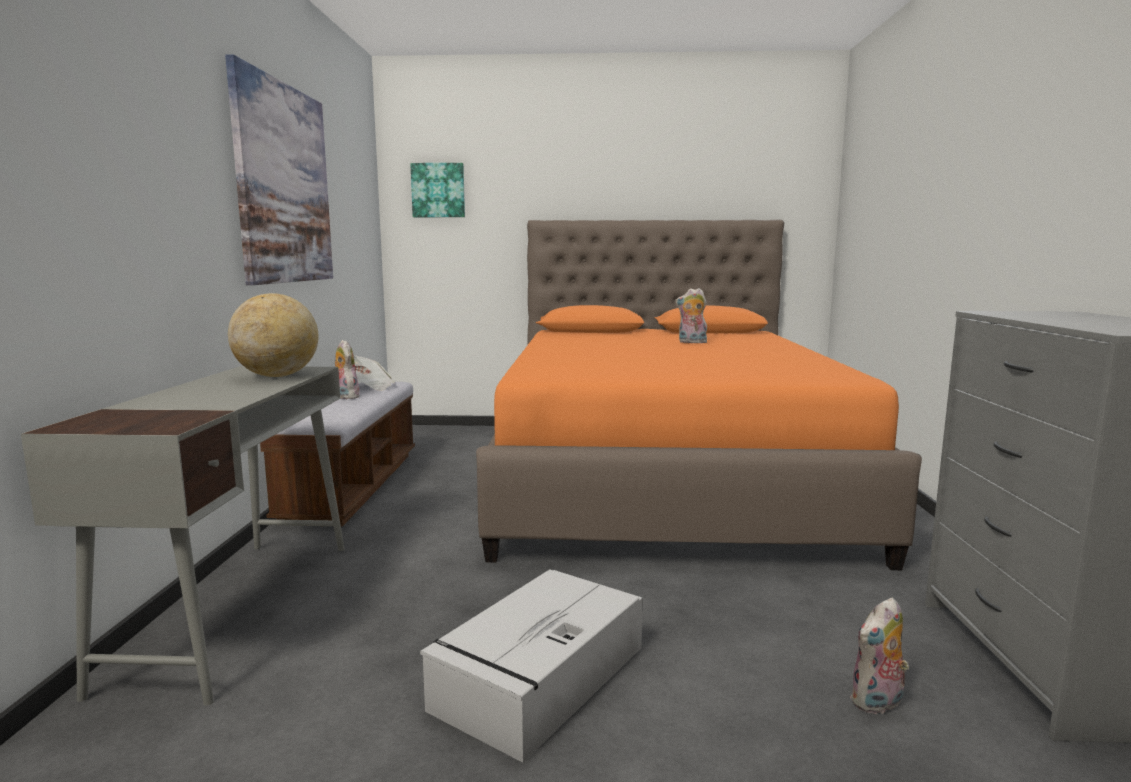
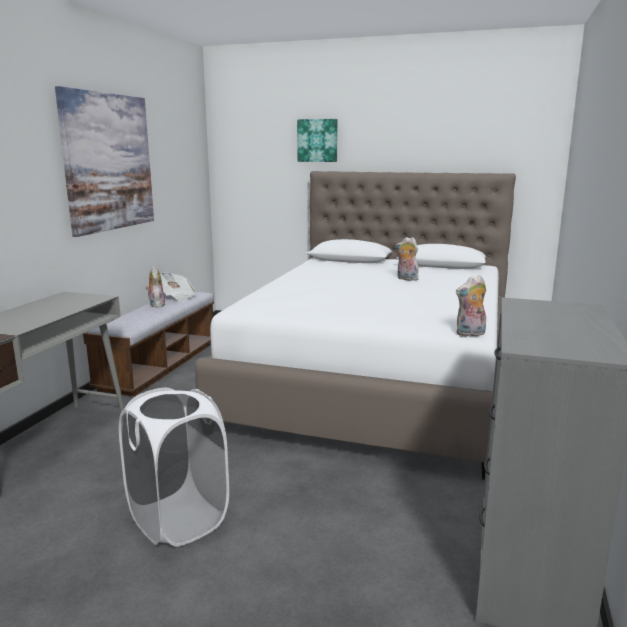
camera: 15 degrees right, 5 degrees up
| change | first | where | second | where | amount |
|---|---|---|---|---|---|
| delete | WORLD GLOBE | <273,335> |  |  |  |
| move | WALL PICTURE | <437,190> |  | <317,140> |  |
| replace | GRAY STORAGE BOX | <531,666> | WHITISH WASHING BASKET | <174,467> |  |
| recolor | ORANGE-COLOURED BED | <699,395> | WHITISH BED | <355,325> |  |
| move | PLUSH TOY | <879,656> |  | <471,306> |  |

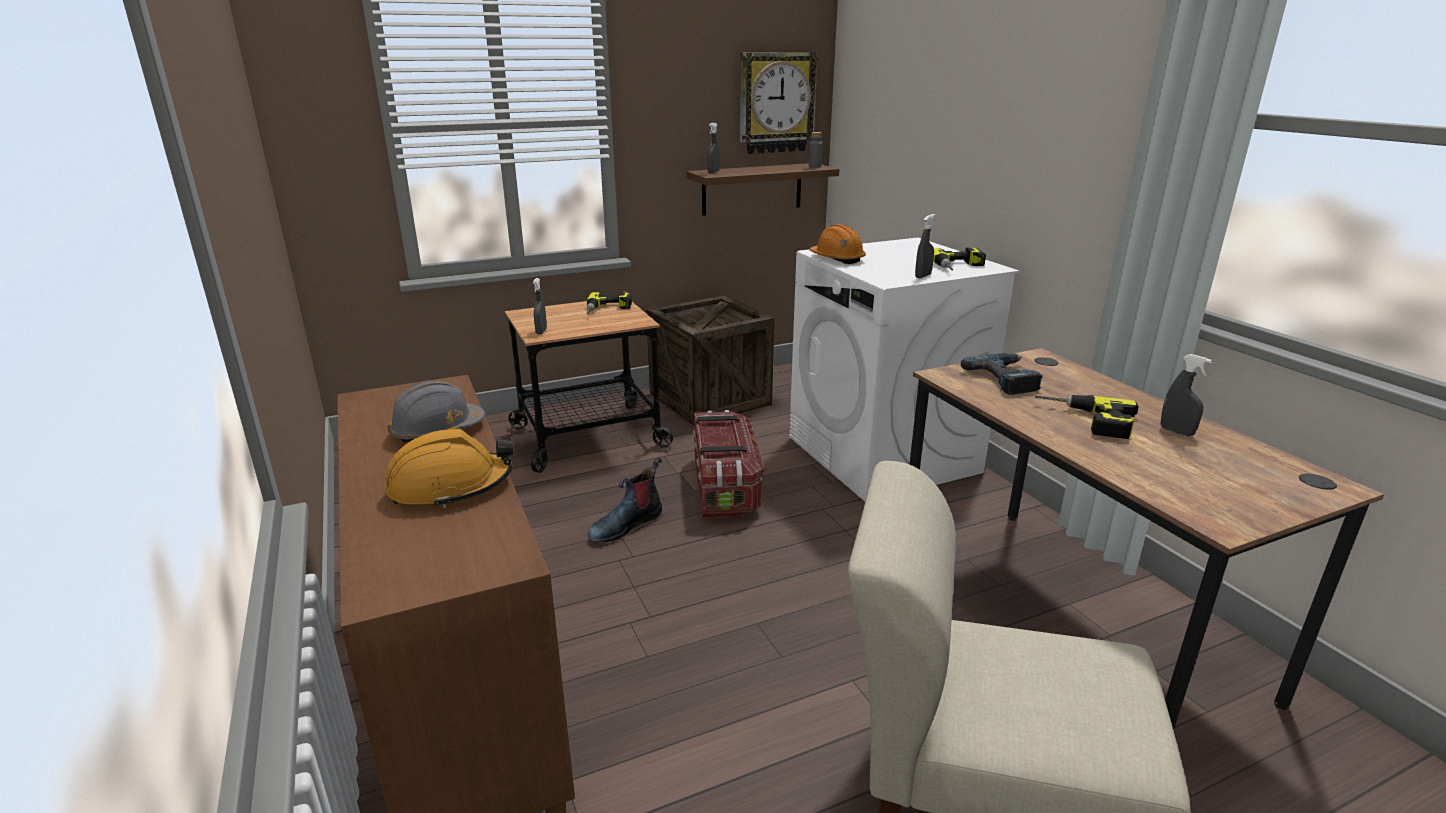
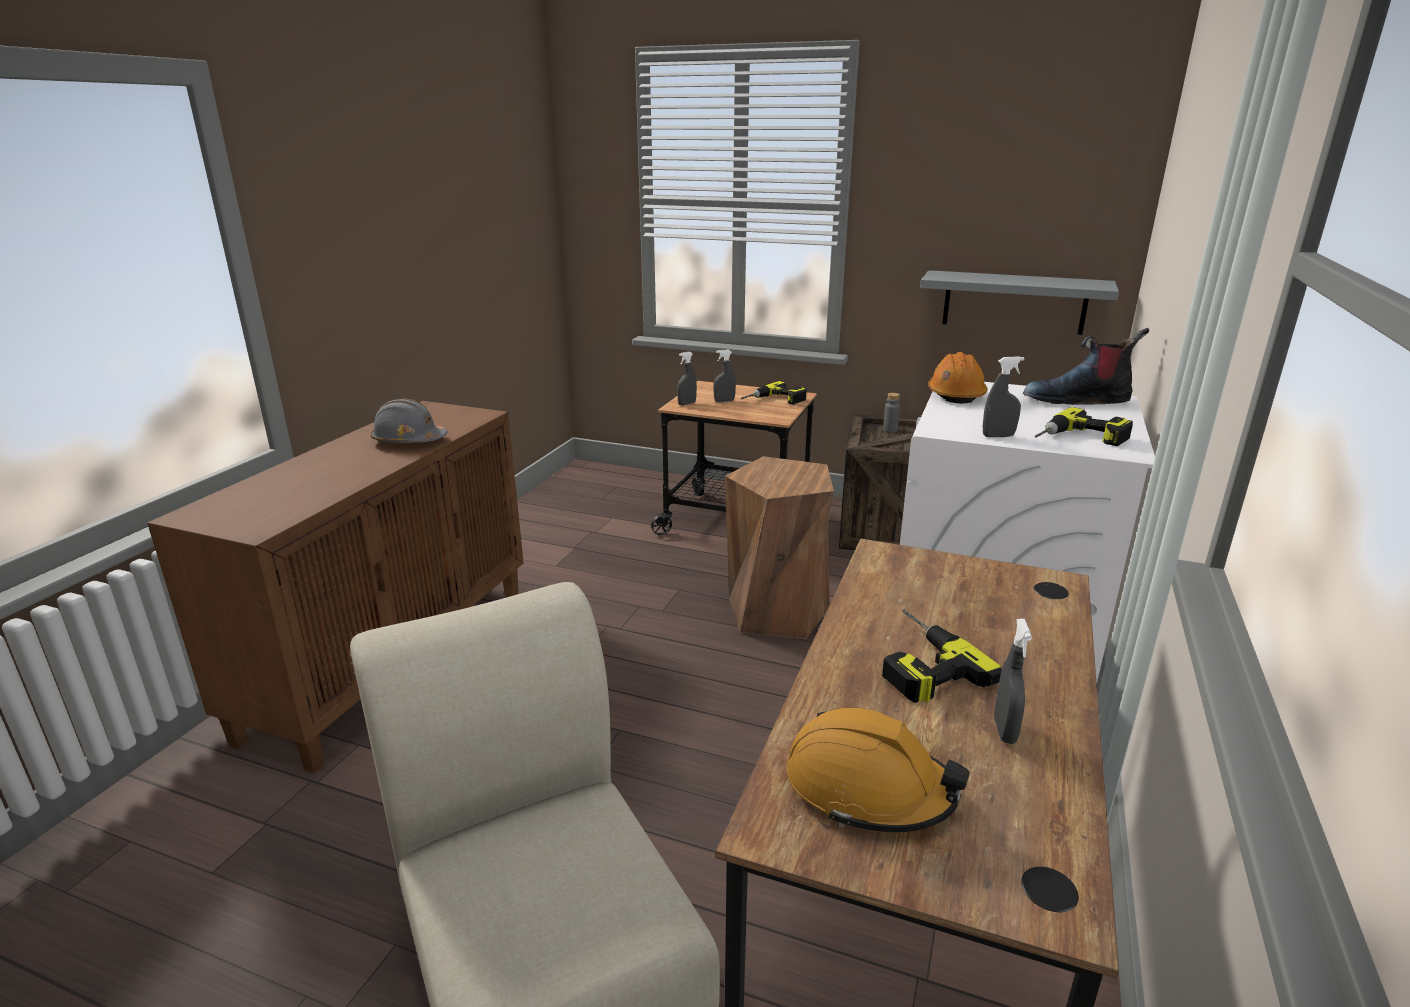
camera: 45 degrees right, 0 degrees up
| change | first | where | second | where | amount |
|---|---|---|---|---|---|
| move | ORANGE-COLOURED WORK HELMET | <449,468> |  | <878,770> |  |
| move | HIGH-TOP BOOT | <625,499> |  | <1086,366> |  |
| recolor | BROWNISH BRACKET SHELF | <762,189> | GRAY BRACKET SHELF | <1019,302> |  |
| replace | STORAGE BOX | <728,464> | BROWNISH STOOL SEAT | <779,547> |  |
| move | GRAY SPRAYER | <713,148> |  | <724,376> |  |
| delete | HANGING CLOCK | <779,103> |  |  |  |
| move | GRAY BOTTLE | <816,150> |  | <891,413> |  |
| delete | ELECTRIC DRILL | <1002,374> |  |  |  |

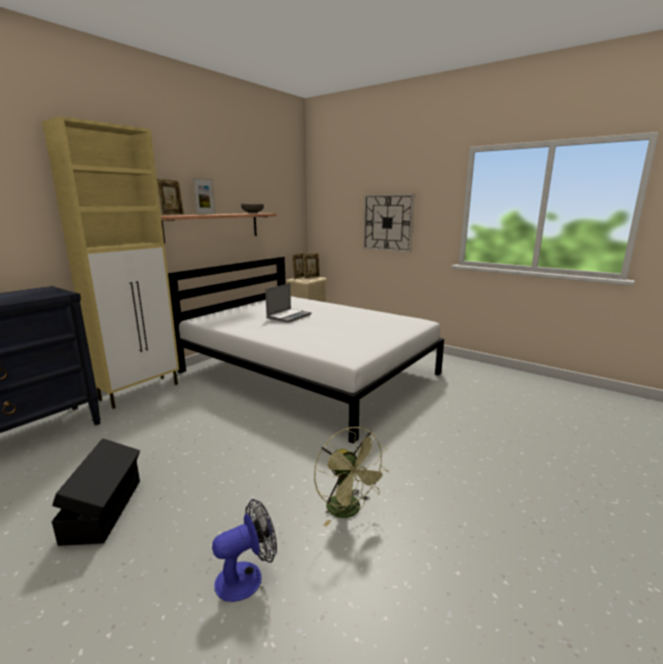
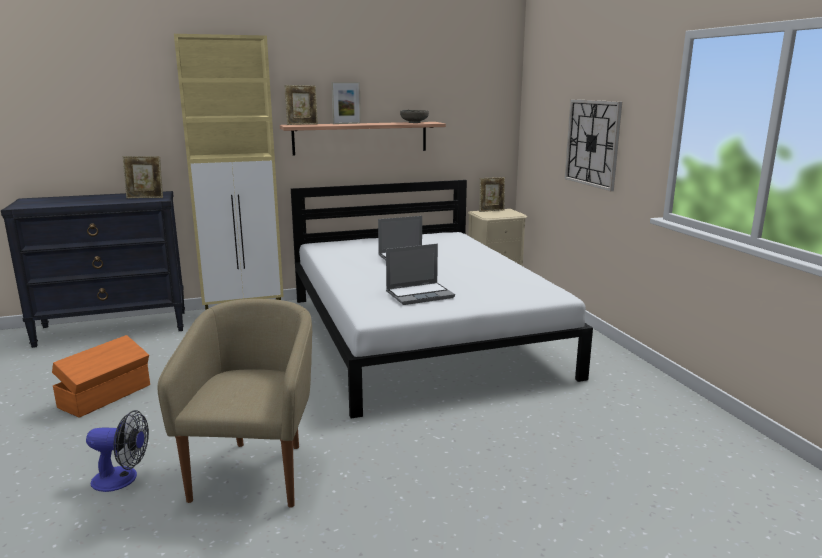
camera: 35 degrees right, 0 degrees up
| change | first | where | second | where | amount |
|---|---|---|---|---|---|
| recolor | BLACKISH STORAGE BOX | <96,492> | ORANGE-COLOURED STORAGE BOX | <101,376> |  |
| move | PHOTO FRAME | <311,266> |  | <143,177> |  |
| replace | GREENISH FAN | <351,477> | BEIGE ARMCHAIR | <235,403> |  |
| insert |  |  | NOTEBOOK COMPUTER | <420,274> |  |

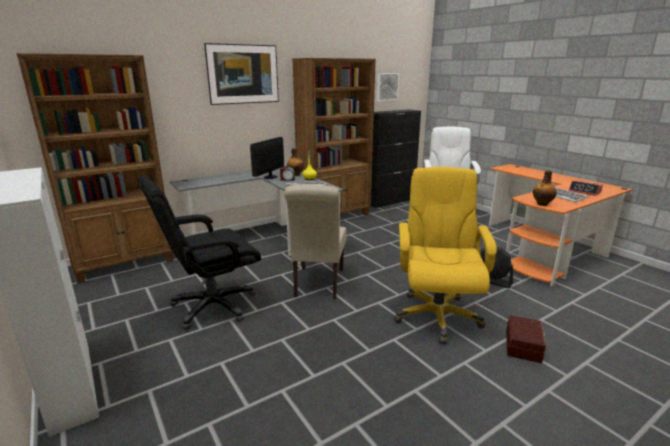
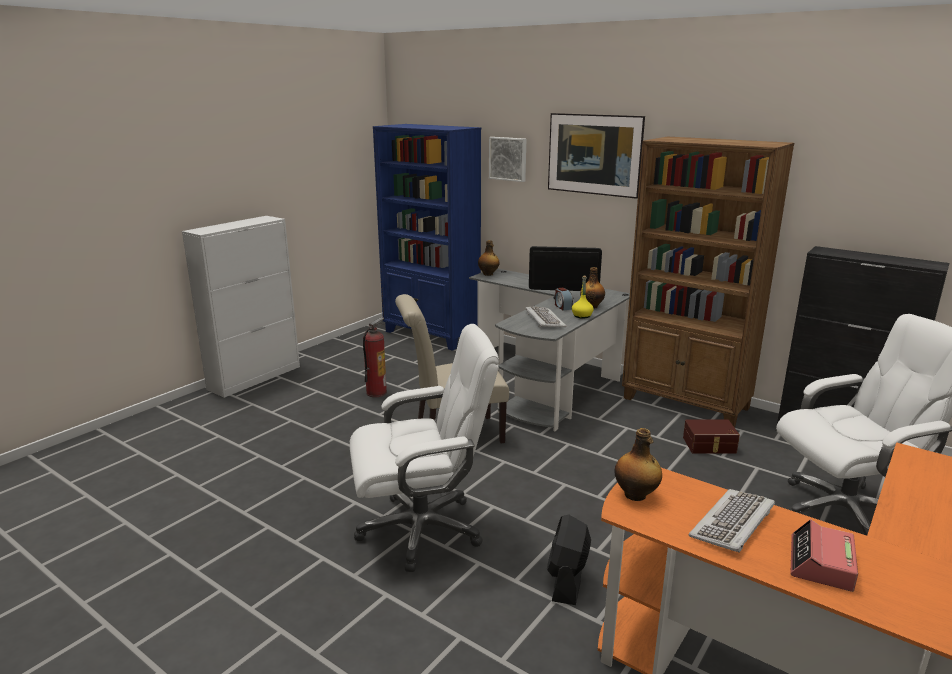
camera: 70 degrees right, 0 degrees up
| change | first | where | second | where | amount |
|---|---|---|---|---|---|
| recolor | BROWNISH BOOKSHELF | <95,168> | BLUE-COLOURED BOOKSHELF | <427,237> |  |
| replace | BLACKISH COMPUTER CHAIR | <199,252> | FIRE-FIGHTING CYLINDER | <375,357> |  |
| move | WALL PICTURE | <388,87> |  | <507,159> |  |
| recolor | YELLOW-COLOURED COMPUTER CHAIR | <445,255> | WHITISH COMPUTER CHAIR | <424,448> |  |
| move | BROWNISH STORAGE BOX | <526,339> |  | <711,436> |  |
| insert |  |  | BOTTLE | <488,258> |  |

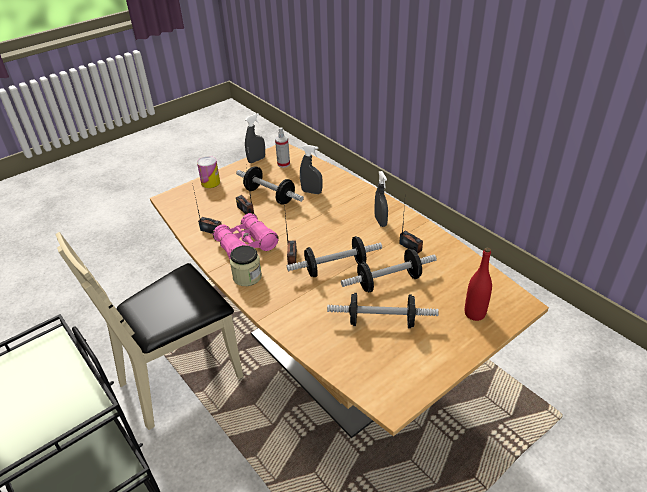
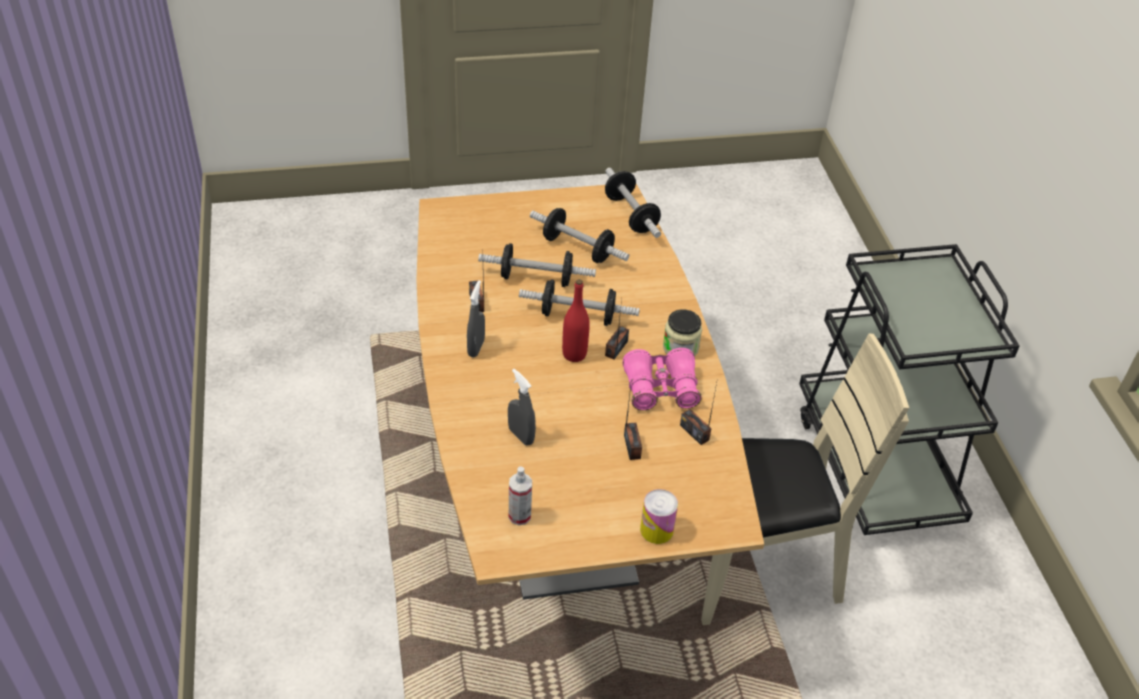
camera: 155 degrees left, 5 degrees up
| change | first | where | second | where | amount |
|---|---|---|---|---|---|
| move | DUMBBELL | <270,185> |  | <633,203> |  |
| delete | GRAY SPRAYER | <255,138> |  |  |  |
| move | RED BOTTLE | <478,284> |  | <576,320> |  |

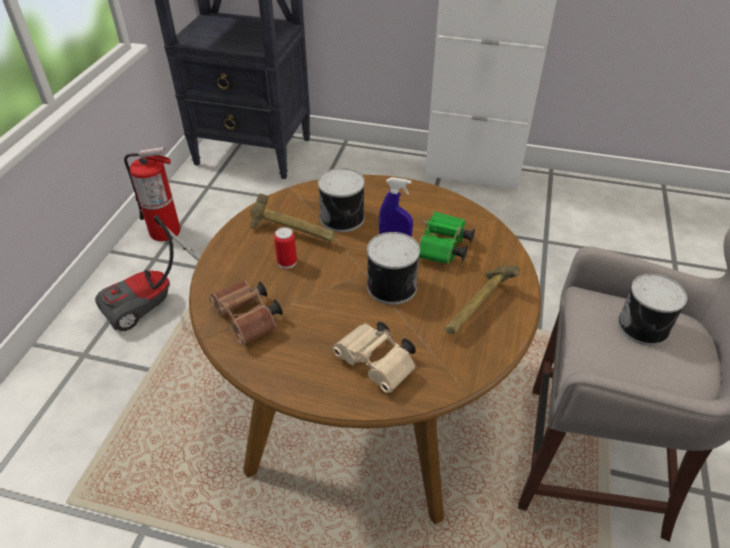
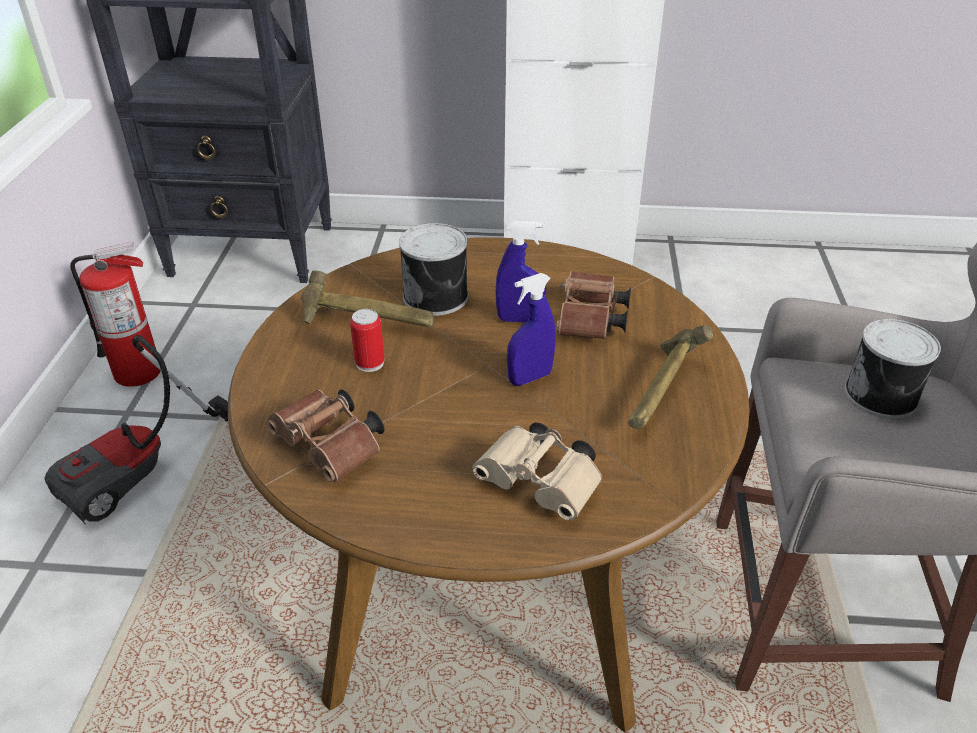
camera: 10 degrees left, 5 degrees down
| change | first | where | second | where | amount |
|---|---|---|---|---|---|
| replace | CAN | <393,268> | BLUE-COLOURED SPRAYER | <531,329> |  |
| recolor | GREENISH BINOCULARS | <447,237> | BROWNISH BINOCULARS | <593,305> |  |

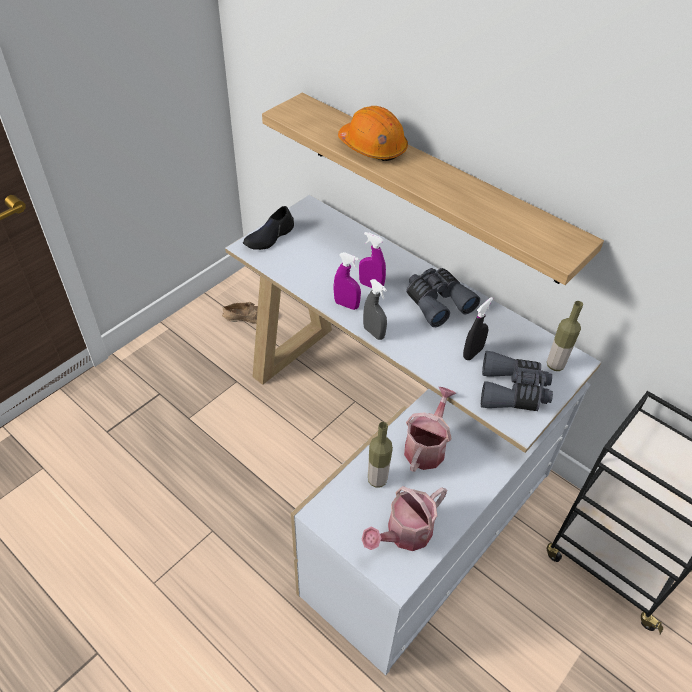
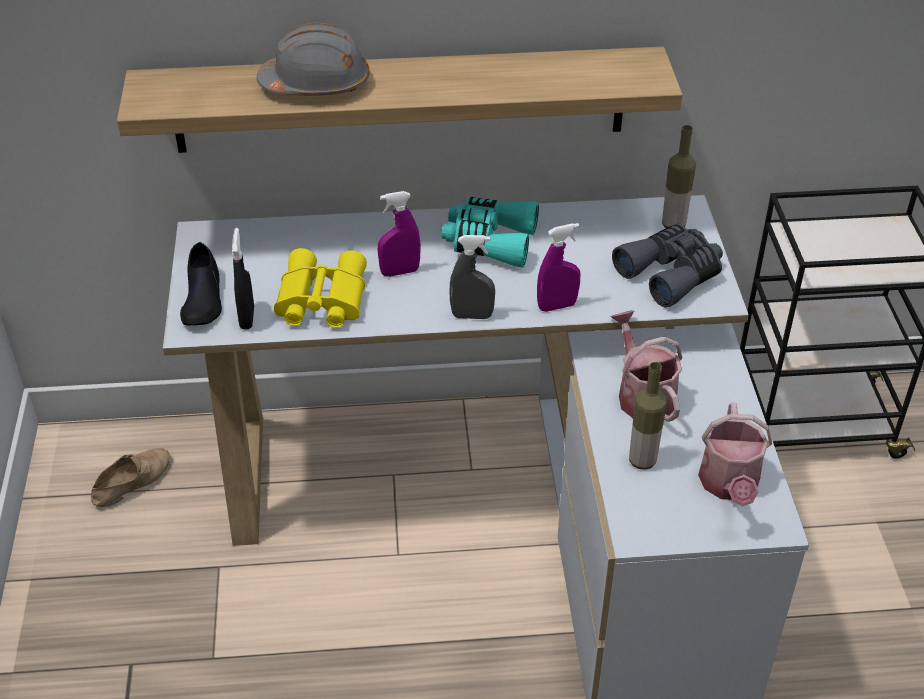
camera: 45 degrees left, 5 degrees down
| change | first | where | second | where | amount |
|---|---|---|---|---|---|
| move | PURPLE-COLOURED SPRAYER | <347,281> |  | <558,267> |  |
| recolor | ORANGE-COLOURED WORK HELMET | <373,133> | GRAY WORK HELMET | <313,59> |  |
| recolor | GRAY BINOCULARS | <443,297> | TURQUOISE BINOCULARS | <490,232> |  |
| move | BLACKISH SPRAYER | <478,328> |  | <243,279> |  |
| insert |  |  | YELLOW-COLOURED BINOCULARS | <320,288> |  |

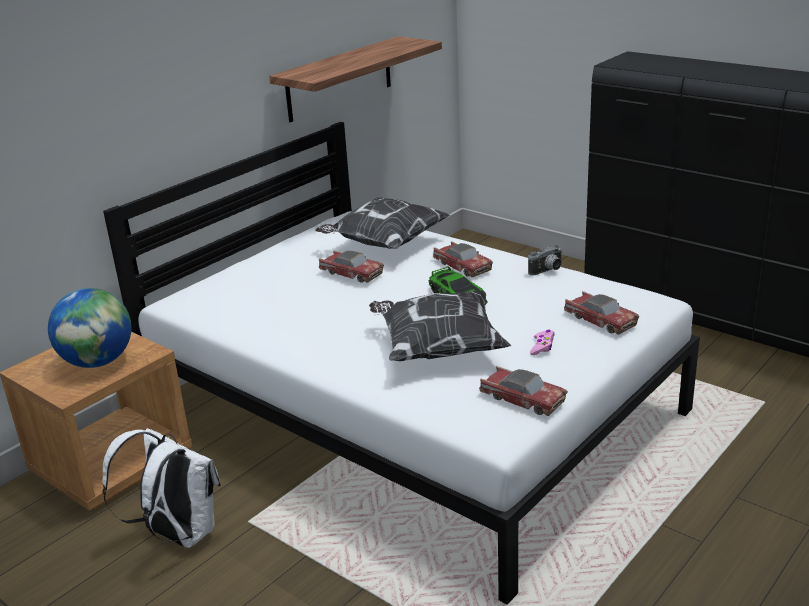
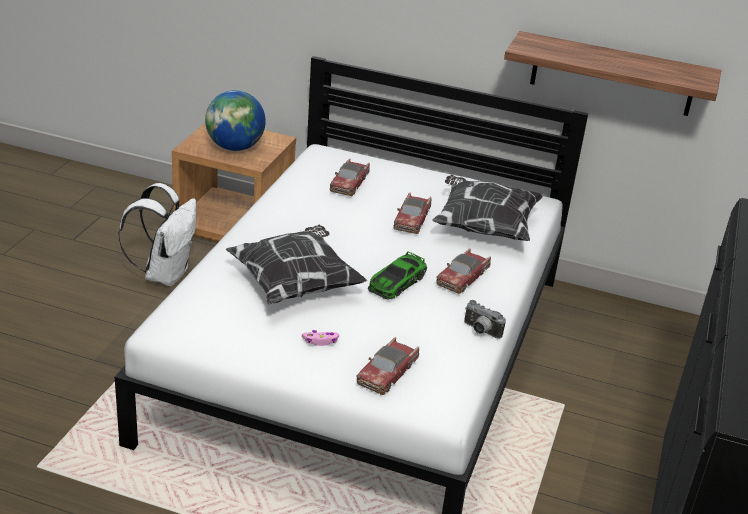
camera: 65 degrees right, 5 degrees up
| change | first | where | second | where | amount |
|---|---|---|---|---|---|
| move | MODEL CAR | <523,391> |  | <350,177> |  |

